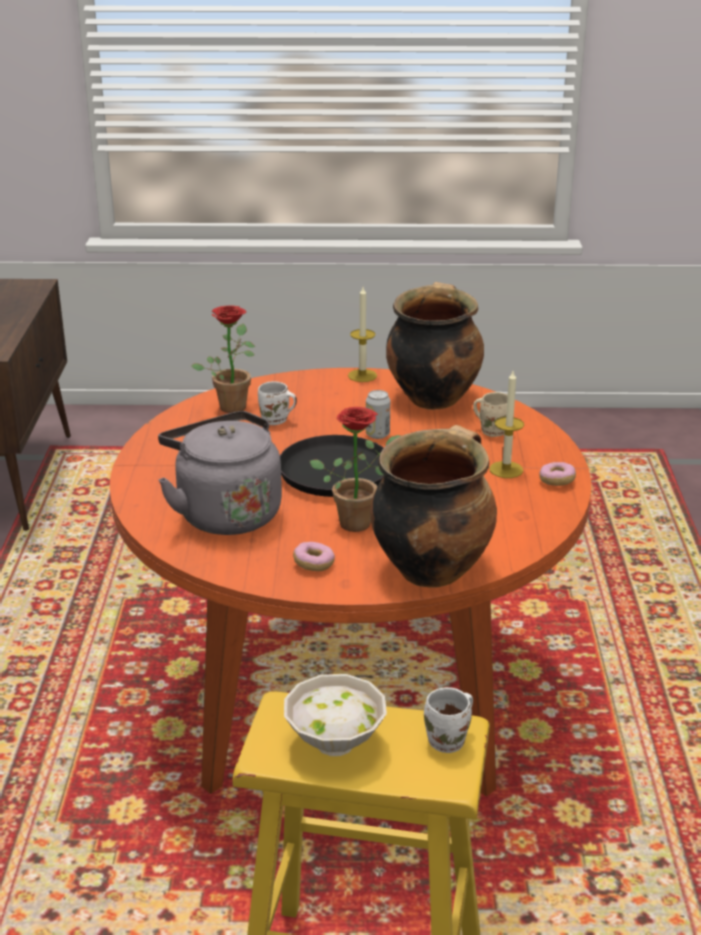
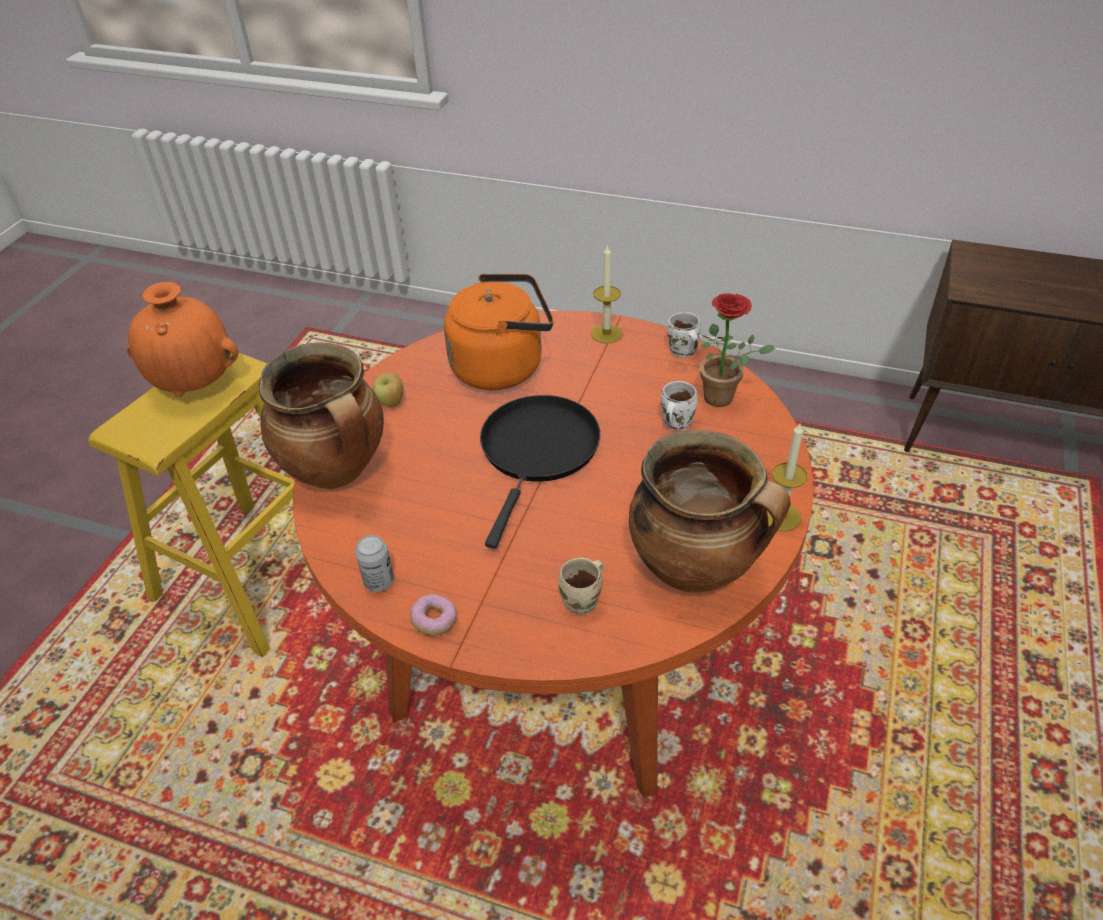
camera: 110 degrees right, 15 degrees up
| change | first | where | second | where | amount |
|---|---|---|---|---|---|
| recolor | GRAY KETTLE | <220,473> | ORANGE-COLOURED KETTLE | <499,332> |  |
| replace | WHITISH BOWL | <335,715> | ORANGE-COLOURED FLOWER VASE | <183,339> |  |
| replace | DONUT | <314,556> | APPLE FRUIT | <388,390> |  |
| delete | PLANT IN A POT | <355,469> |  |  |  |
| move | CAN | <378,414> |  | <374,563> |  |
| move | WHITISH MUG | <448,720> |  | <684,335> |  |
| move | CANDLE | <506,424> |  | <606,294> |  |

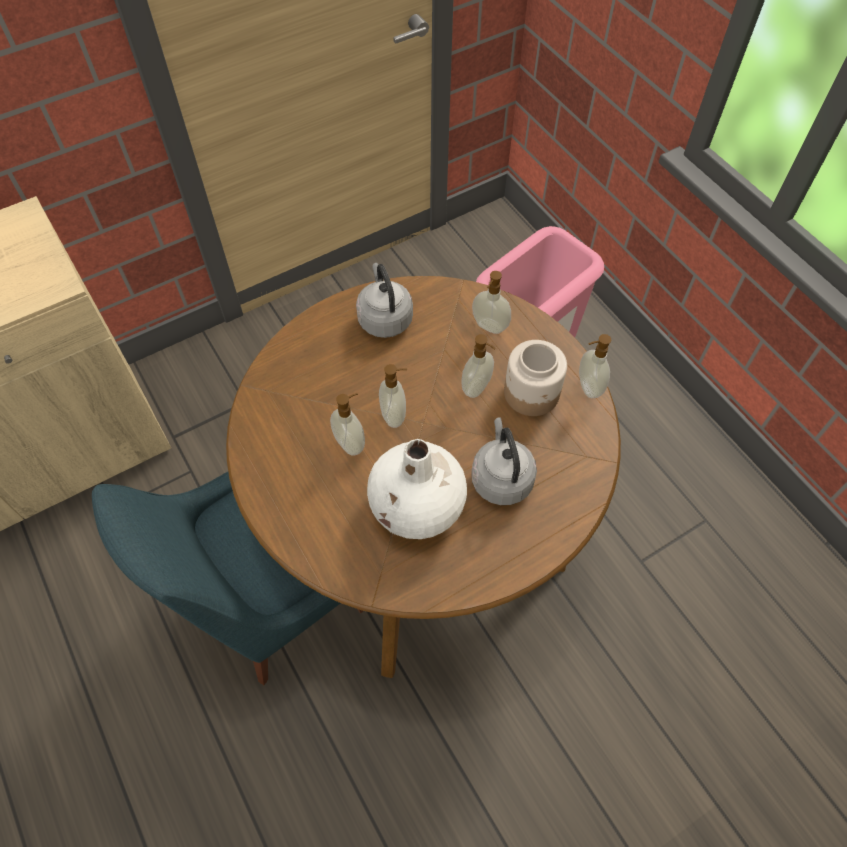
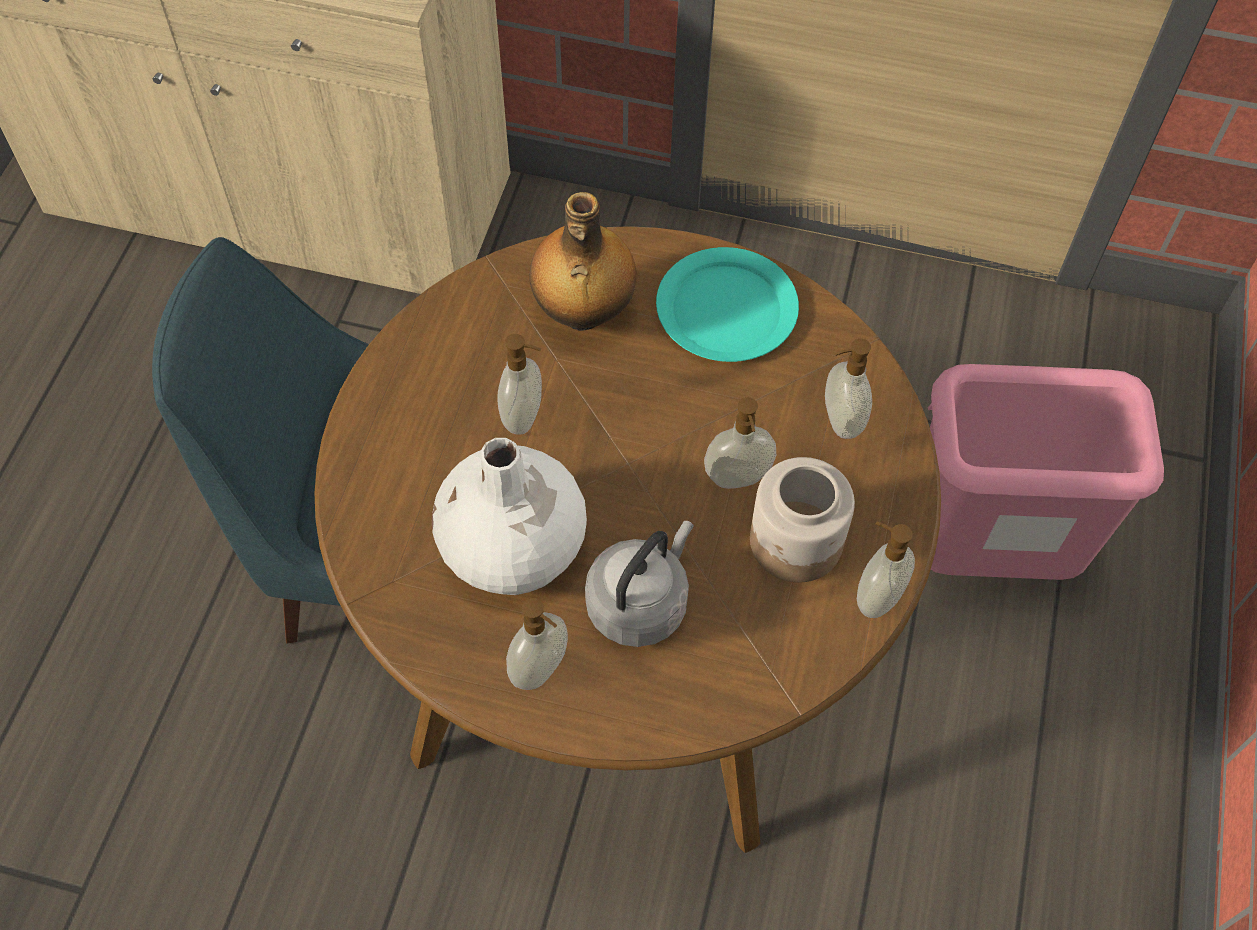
camera: 45 degrees right, 0 degrees up
| change | first | where | second | where | amount |
|---|---|---|---|---|---|
| replace | GRAY KETTLE | <384,300> | TURQUOISE DINNER PLATE | <727,304> |  |
| move | SOAP BOTTLE | <393,396> |  | <537,644> |  |
| insert |  |  | BOTTLE | <583,261> |  |

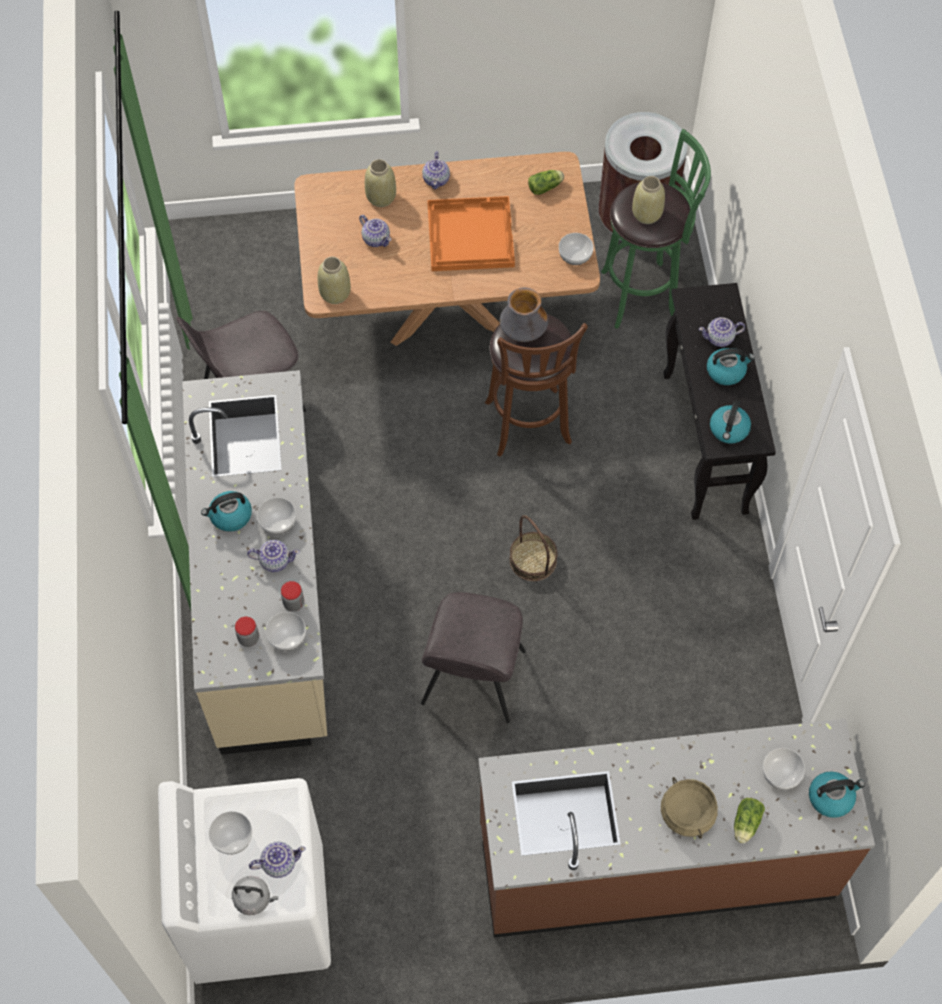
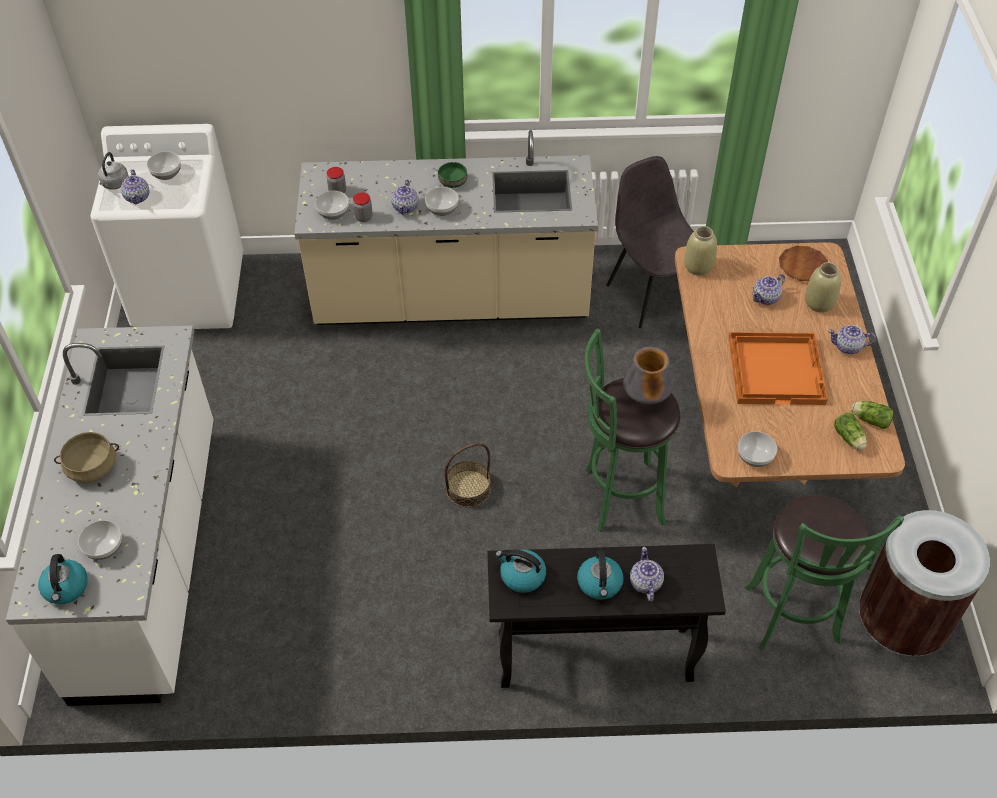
camera: 95 degrees right, 10 degrees down
| change | first | where | second | where | amount |
|---|---|---|---|---|---|
| replace | KETTLE | <226,511> | GREENISH BOWL | <453,175> |  |
| delete | GRAY UPRIGHT CHAIR | <473,657> |  |  |  |
| recolor | BROWNISH KITCHEN BASE UNIT | <676,828> | WHITISH KITCHEN BASE UNIT | <110,516> |  |
| recolor | BROWNISH STOOL SEAT | <536,385> | GREENISH STOOL SEAT | <632,430> |  |
| delete | BEIGE FLOWER VASE | <648,200> |  |  |  |
| move | LETTUCE HEAD | <749,820> |  | <872,415> |  |
| insert |  |  | BROWNISH DINNER PLATE | <803,263> |  |

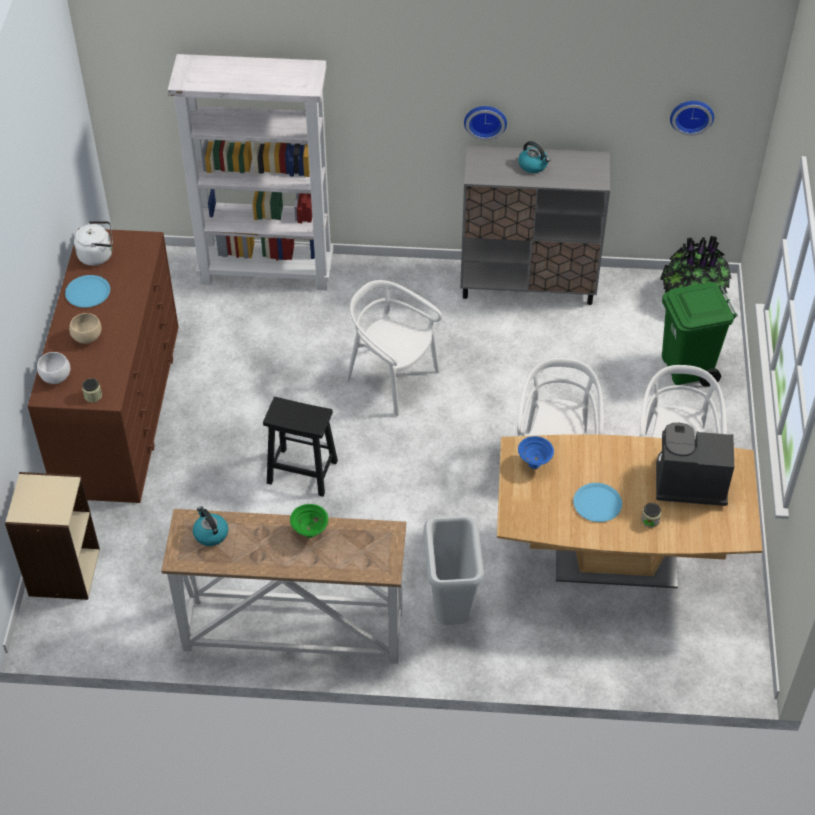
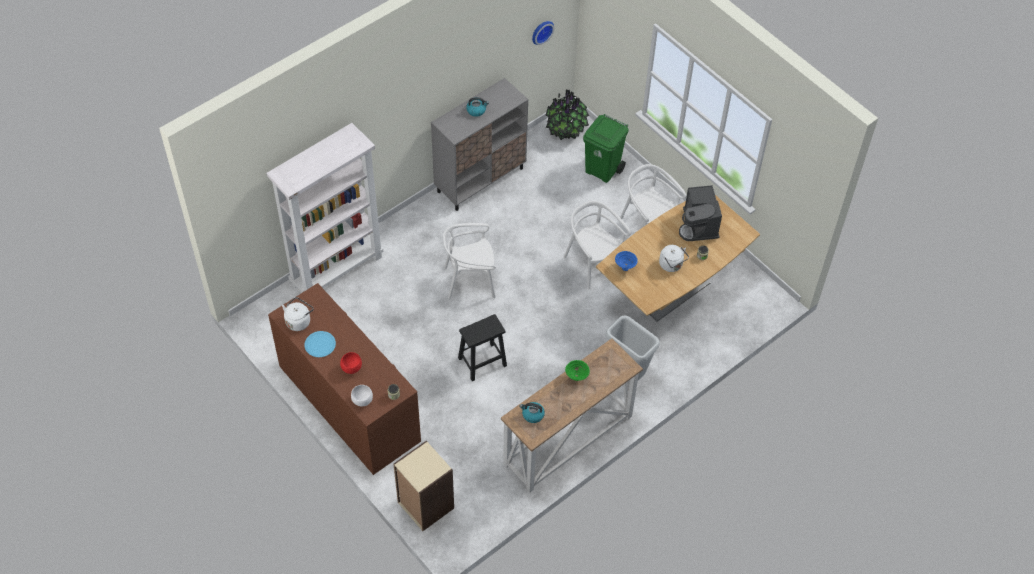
camera: 45 degrees left, 5 degrees up
| change | first | where | second | where | amount |
|---|---|---|---|---|---|
| recolor | BEIGE BOWL | <85,328> | RED BOWL | <351,363> |  |
| delete | HANGING CLOCK | <485,123> |  |  |  |
| replace | BLUE-COLOURED DINNER PLATE | <597,502> | WHITISH KETTLE | <674,258> |  |
| rotate | COFFEE MAKER | <695,464> |  | <700,213> | 60 degrees counterclockwise |

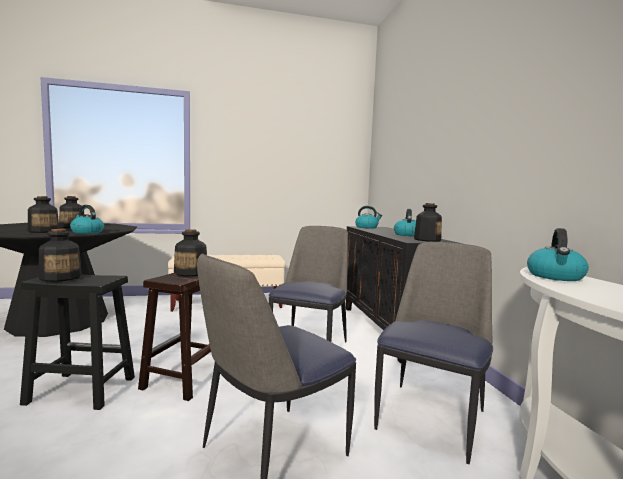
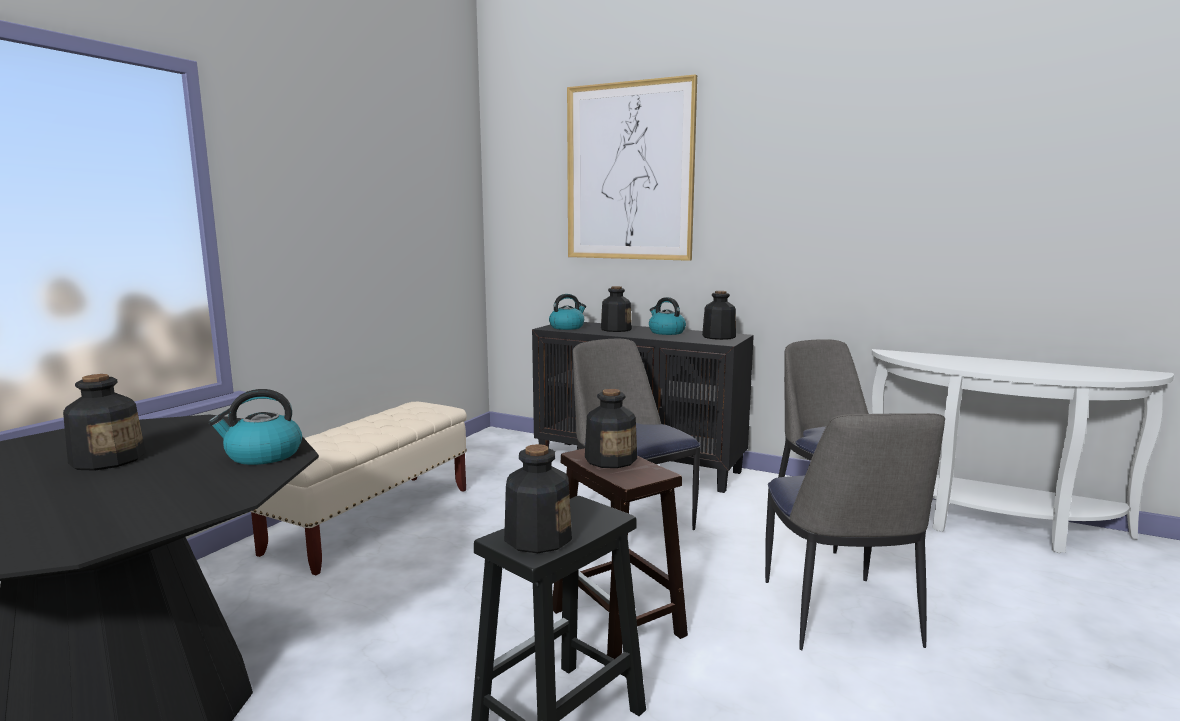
camera: 50 degrees left, 5 degrees up
| change | first | where | second | where | amount |
|---|---|---|---|---|---|
| move | BOTTLE | <44,214> |  | <616,309> |  |
| delete | KETTLE | <558,254> |  |  |  |
| insert |  |  | WALL PICTURE | <632,167> |  |

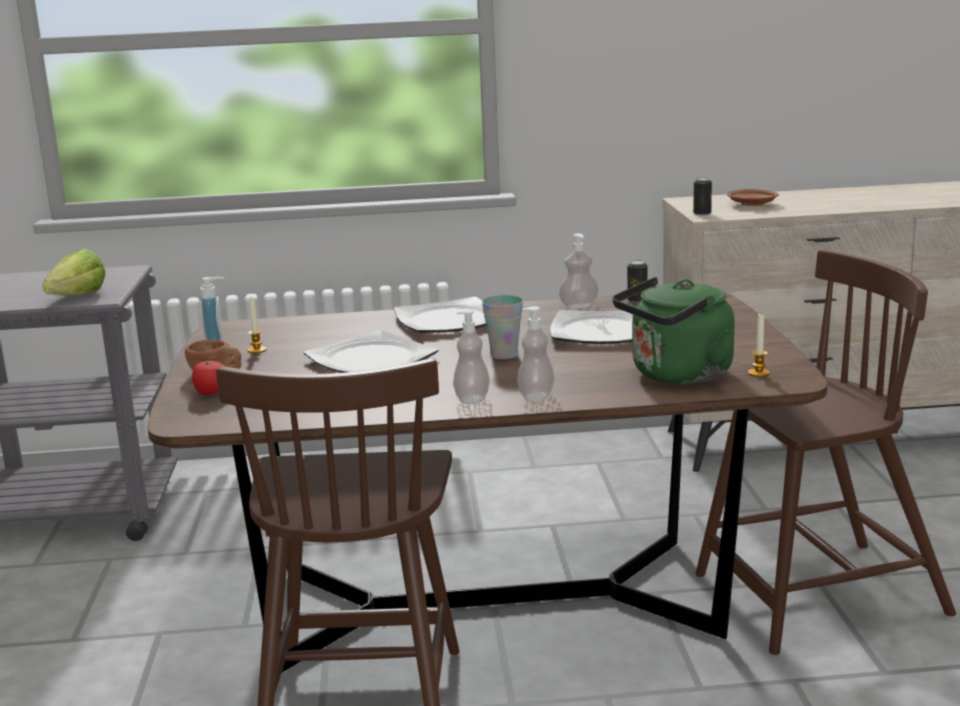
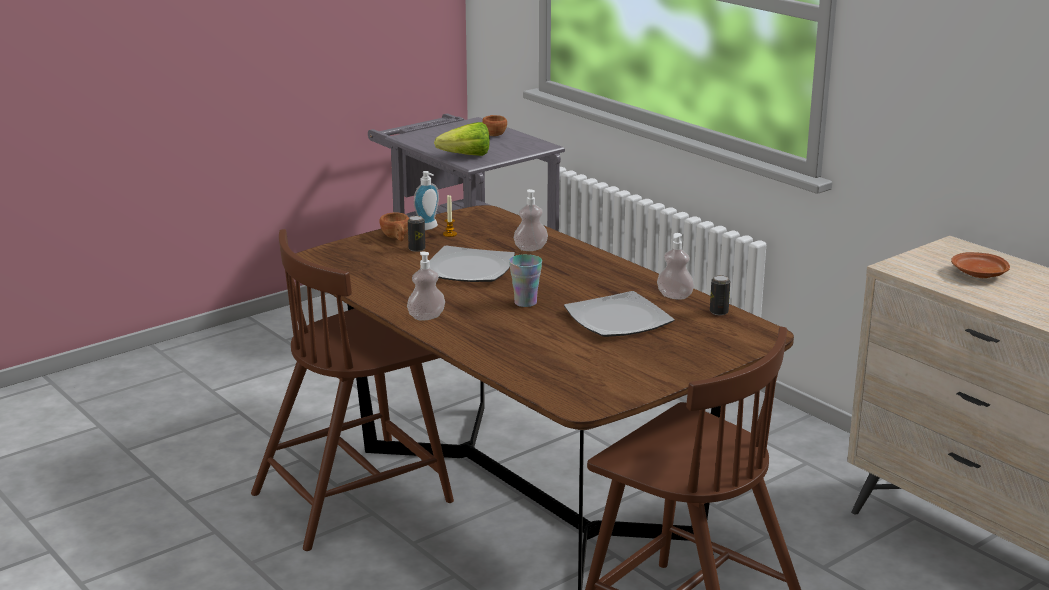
camera: 55 degrees right, 5 degrees up
| change | first | where | second | where | amount |
|---|---|---|---|---|---|
| delete | TOMATO | <209,378> |  |  |  |
| delete | DINNER PLATE | <440,315> |  |  |  |
| move | SOAP BOTTLE | <536,353> |  | <531,220> |  |
| delete | GREENISH KETTLE | <674,330> |  |  |  |
| move | CAN | <702,196> |  | <416,234> |  |
| delete | CANDLE | <759,345> |  |  |  |
| insert |  |  | BROWNISH SMALL CUP | <494,125> |  |

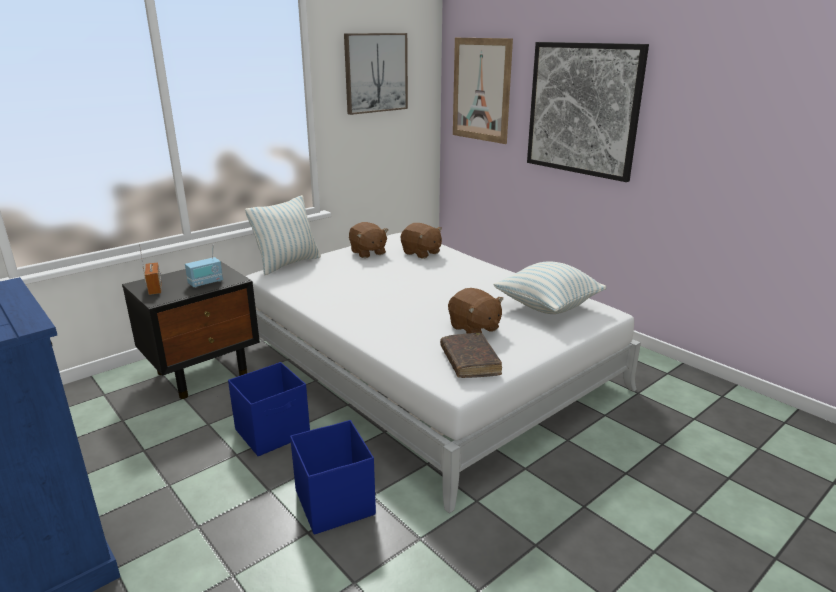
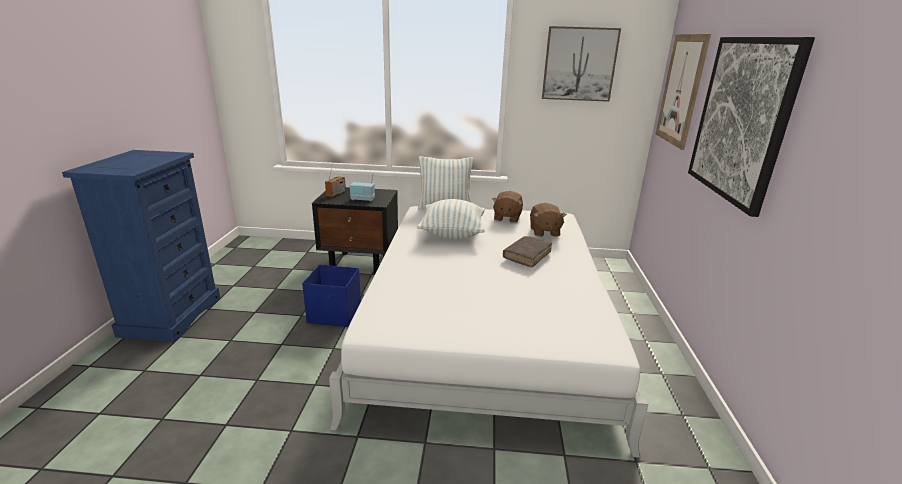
camera: 45 degrees right, 0 degrees up
| change | first | where | second | where | amount |
|---|---|---|---|---|---|
| delete | BLUE-COLOURED STORAGE BOX | <333,477> |  |  |  |
| move | BROWNISH BOUND BOOK | <471,355> |  | <527,251> |  |
| delete | BROWNISH PLUSH TOY | <476,310> |  |  |  |
| move | PILLOW | <549,287> |  | <451,219> |  |

